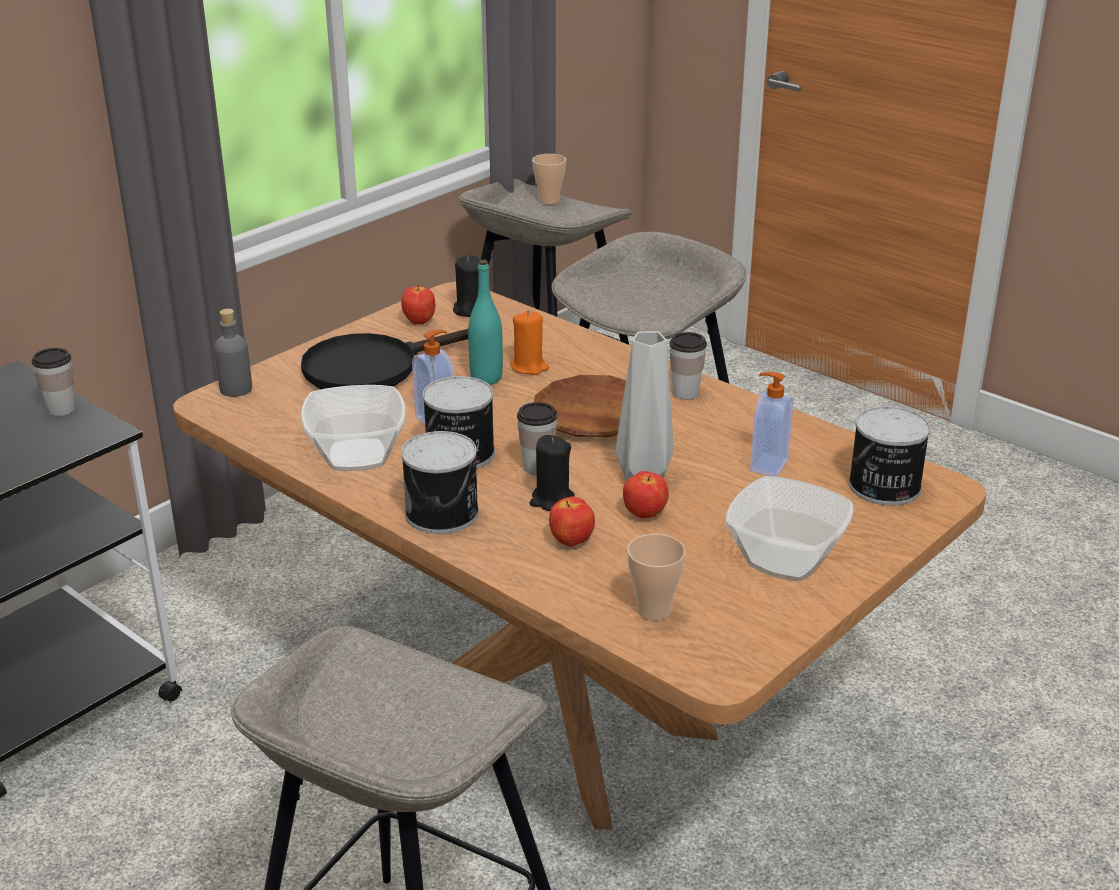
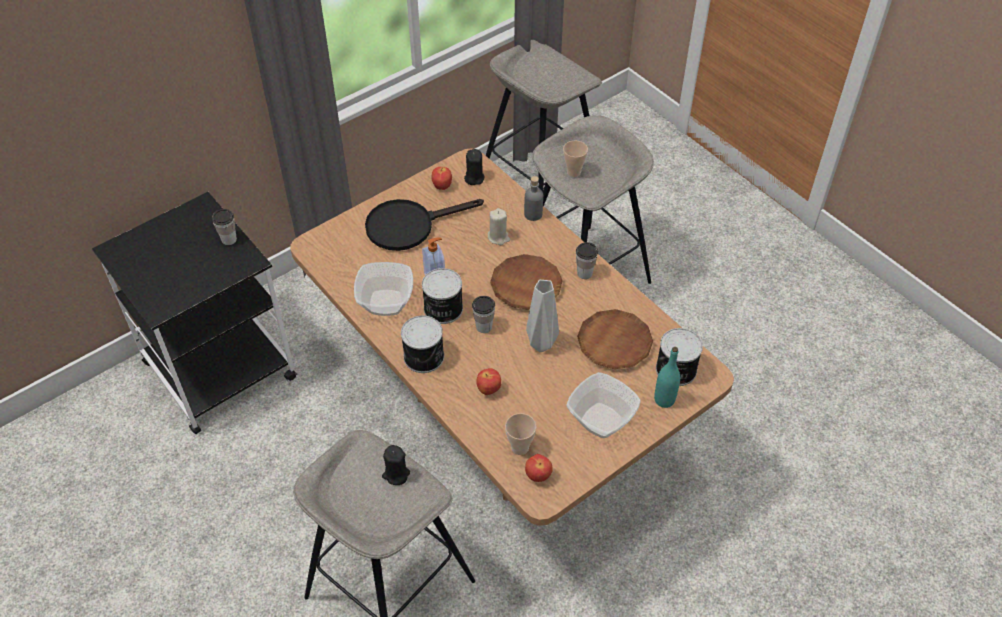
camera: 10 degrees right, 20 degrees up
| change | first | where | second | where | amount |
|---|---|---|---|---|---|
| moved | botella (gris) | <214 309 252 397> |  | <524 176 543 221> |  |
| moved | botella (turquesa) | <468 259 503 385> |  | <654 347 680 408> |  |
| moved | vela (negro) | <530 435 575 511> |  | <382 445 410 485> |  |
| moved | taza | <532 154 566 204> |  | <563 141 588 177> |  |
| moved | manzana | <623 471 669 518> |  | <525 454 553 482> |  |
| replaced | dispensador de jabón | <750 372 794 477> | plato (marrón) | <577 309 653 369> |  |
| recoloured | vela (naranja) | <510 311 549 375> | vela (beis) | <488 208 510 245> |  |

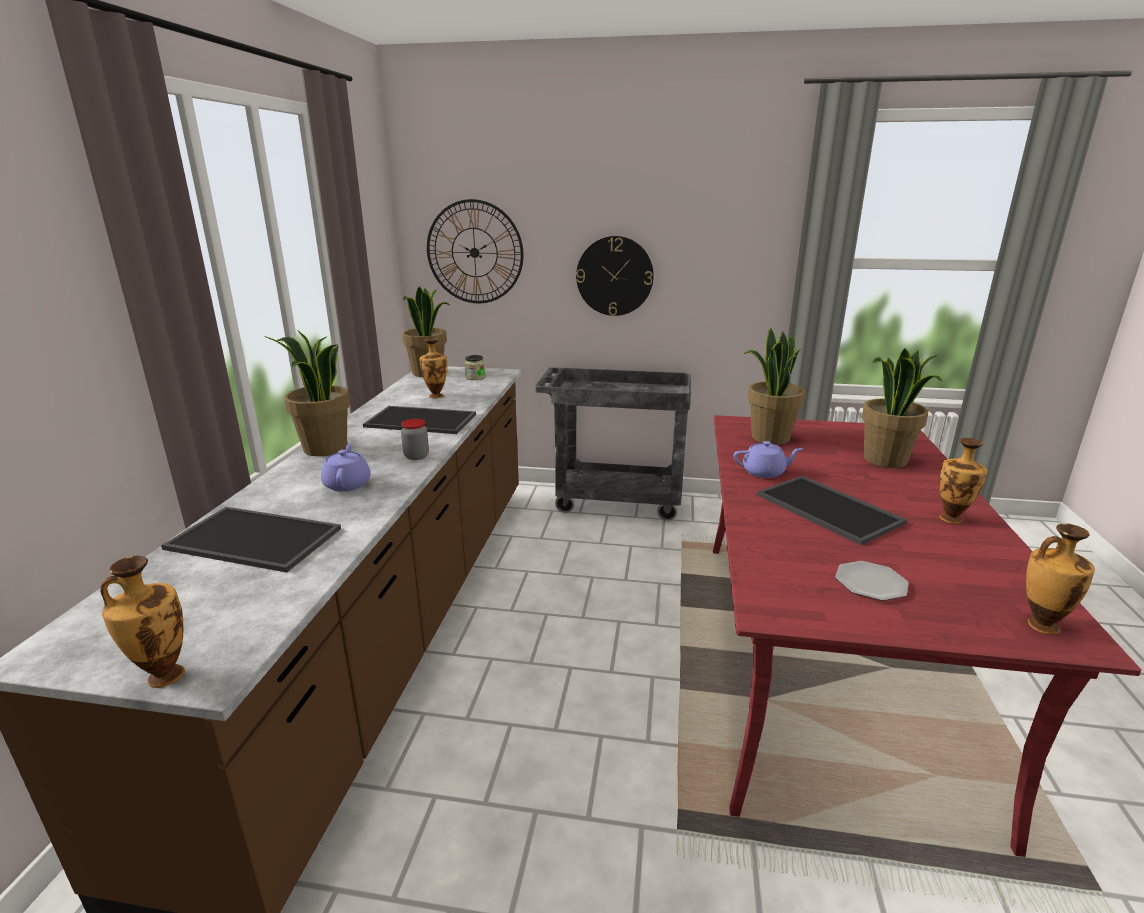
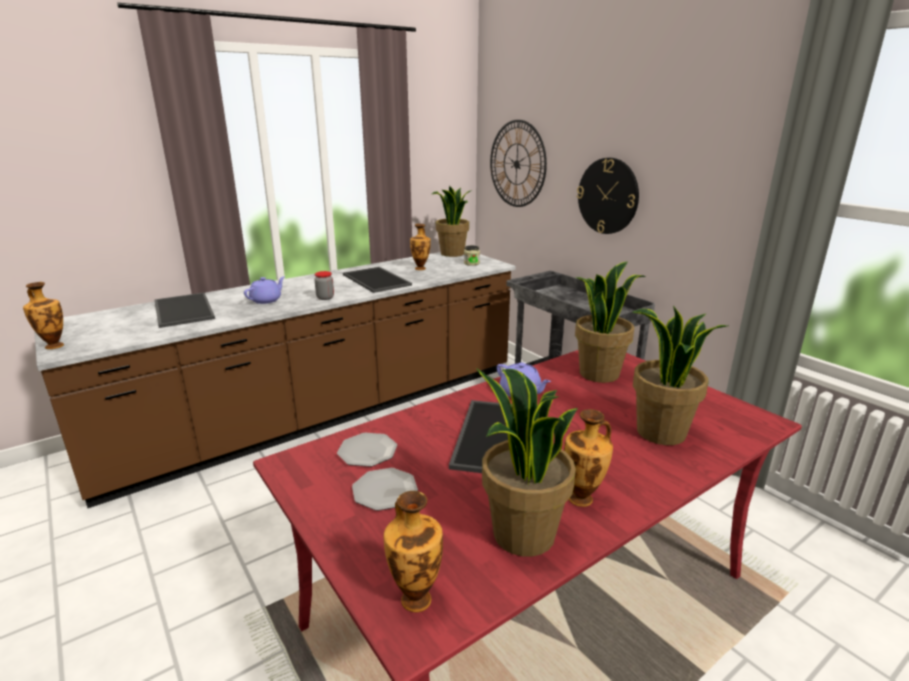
camera: 45 degrees right, 0 degrees up
| change | first | where | second | where | amount |
|---|---|---|---|---|---|
| added |  |  | plato | <337 433 397 467> |  |
| moved | planta en maceta | <264 331 350 456> |  | <476 368 578 557> |  |

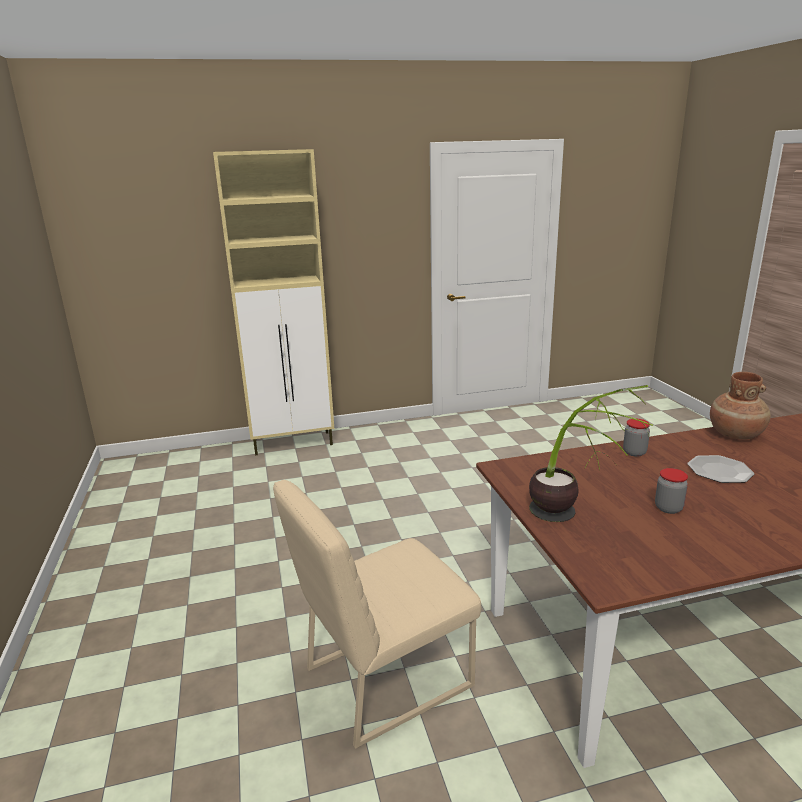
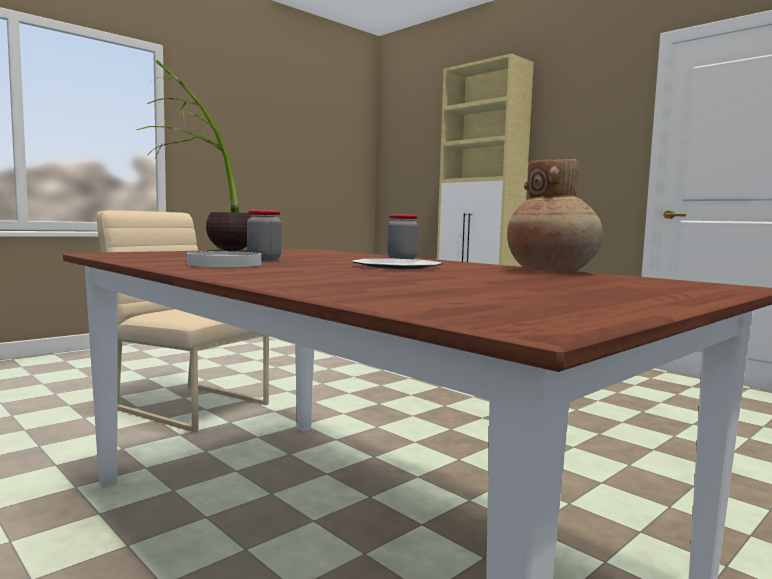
camera: 60 degrees right, 15 degrees down
| change | first | where | second | where | amount |
|---|---|---|---|---|---|
| added |  |  | plato (blanco) | <187 251 261 267> |  |

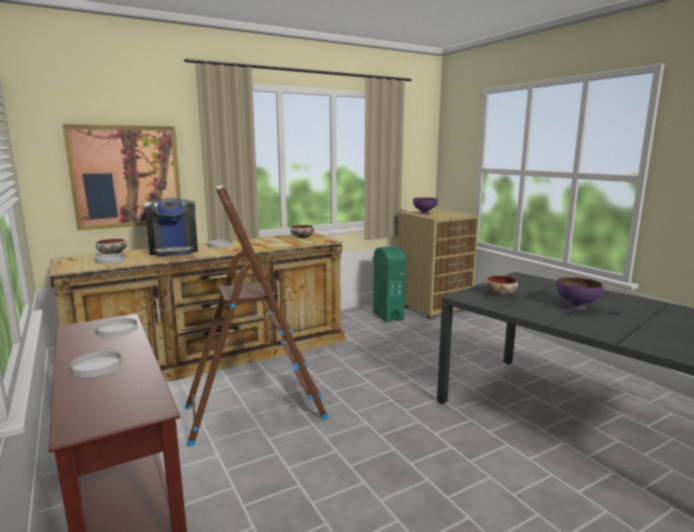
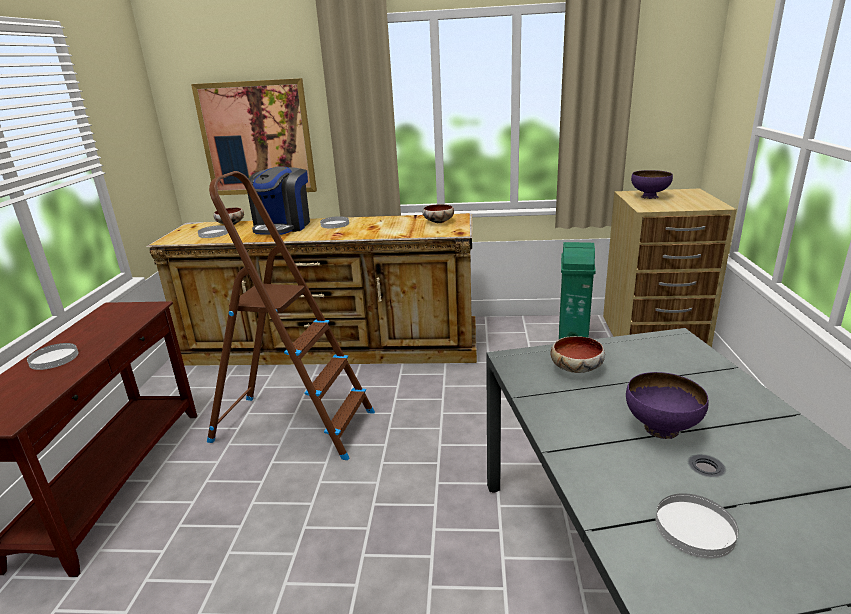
camera: 35 degrees right, 10 degrees up
| change | first | where | second | where | amount |
|---|---|---|---|---|---|
| moved | plato (blanco) | <95 318 138 338> |  | <656 493 738 559> |  |

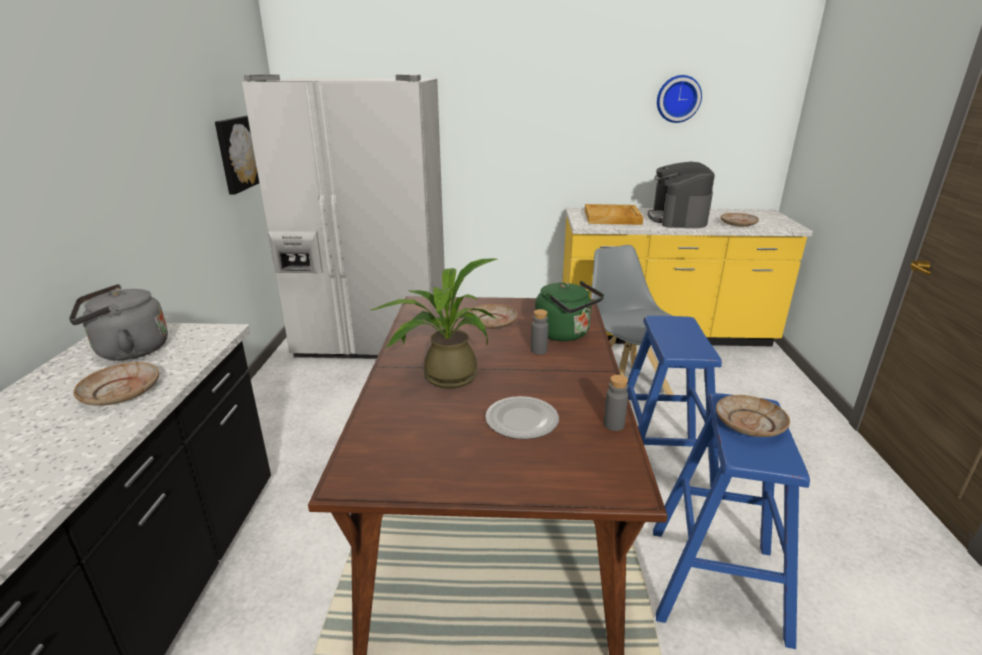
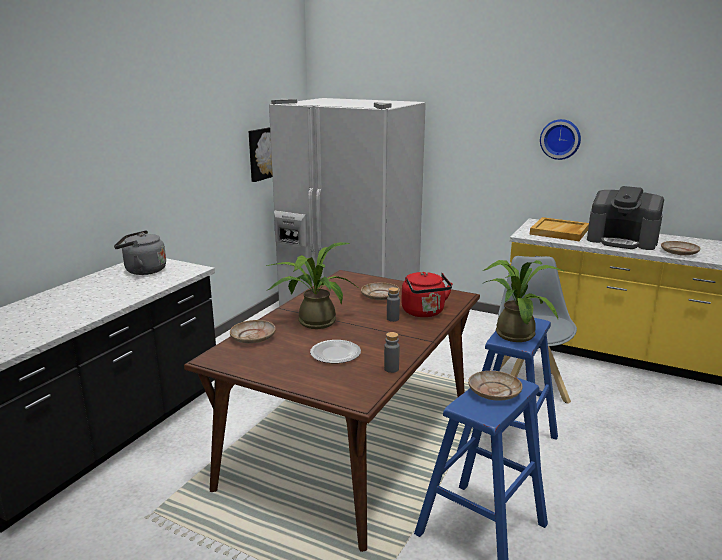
camera: 25 degrees right, 5 degrees down
| change | first | where | second | where | amount |
|---|---|---|---|---|---|
| added |  |  | planta en maceta | <482 260 565 342> |  |
| moved | plato (beis) | <73 362 159 406> |  | <230 320 276 343> |  |
| moved | reloj de pared | <657 75 702 123> |  | <540 119 581 160> |  |
| recoloured | hervidor (verde) | <535 281 604 341> | hervidor (rojo) | <401 272 453 317> |  |
| turned | cafetera | <647 162 715 228> |  | <587 186 664 250> | 90 degrees counterclockwise |

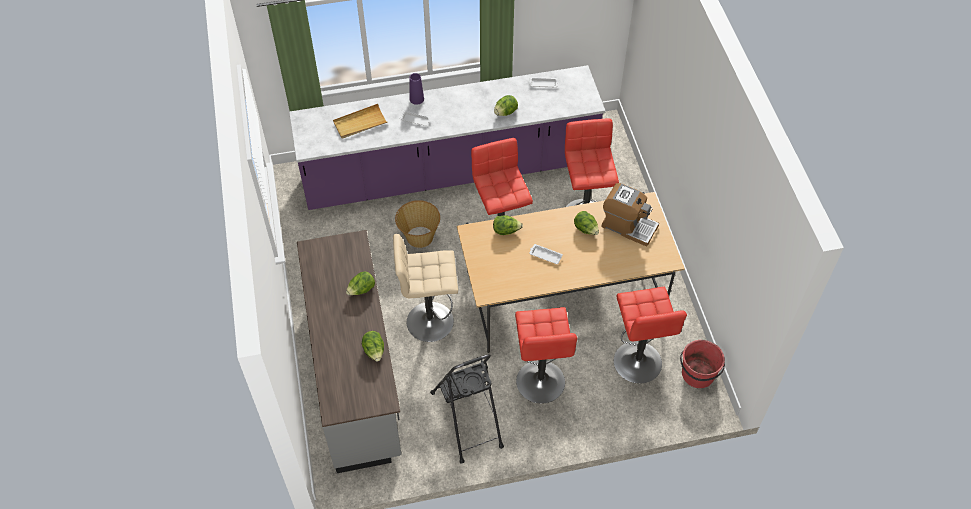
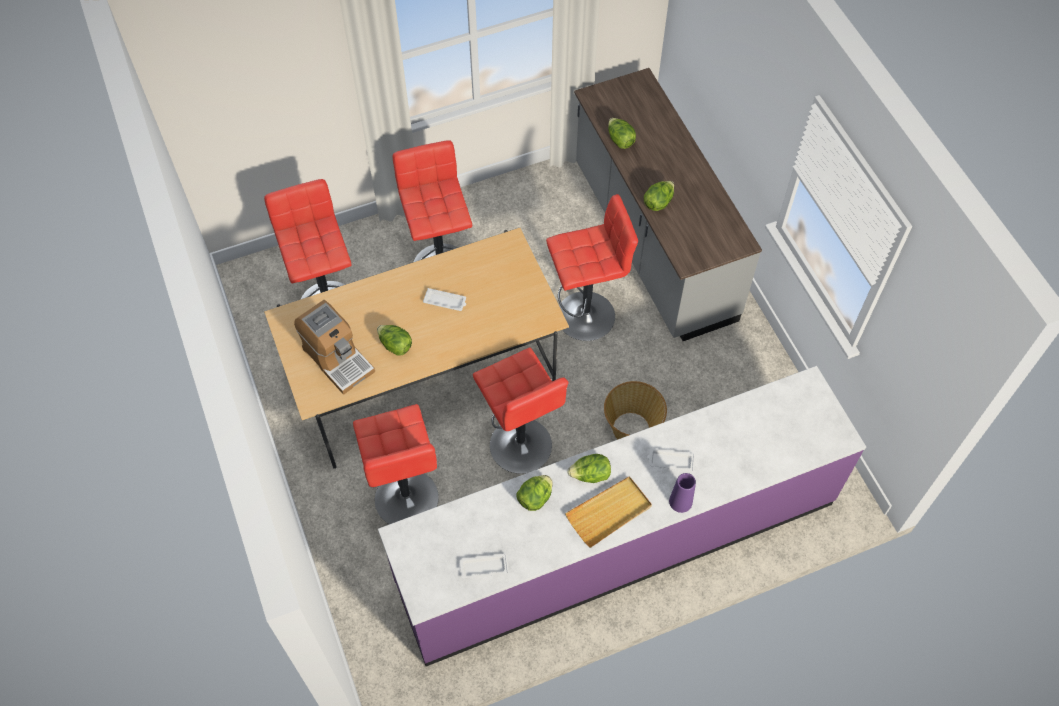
camera: 170 degrees right, 5 degrees up
| change | first | where | second | where | amount |
|---|---|---|---|---|---|
| removed | escalera de tijera | <430 354 504 463> |  |  |  |
| removed | cubo (rojo) | <680 340 725 388> |  |  |  |
| moved | bandeja (beis) | <333 104 388 139> |  | <565 476 652 548> |  |
| moved | lechuga | <493 215 523 235> |  | <567 454 611 483> |  |
| recoloured | taburete (beis) | <393 234 458 342> | taburete (rojo) | <546 194 638 341> |  |
| turned | cafetera | <601 183 659 247> |  | <294 300 375 395> | 150 degrees counterclockwise |

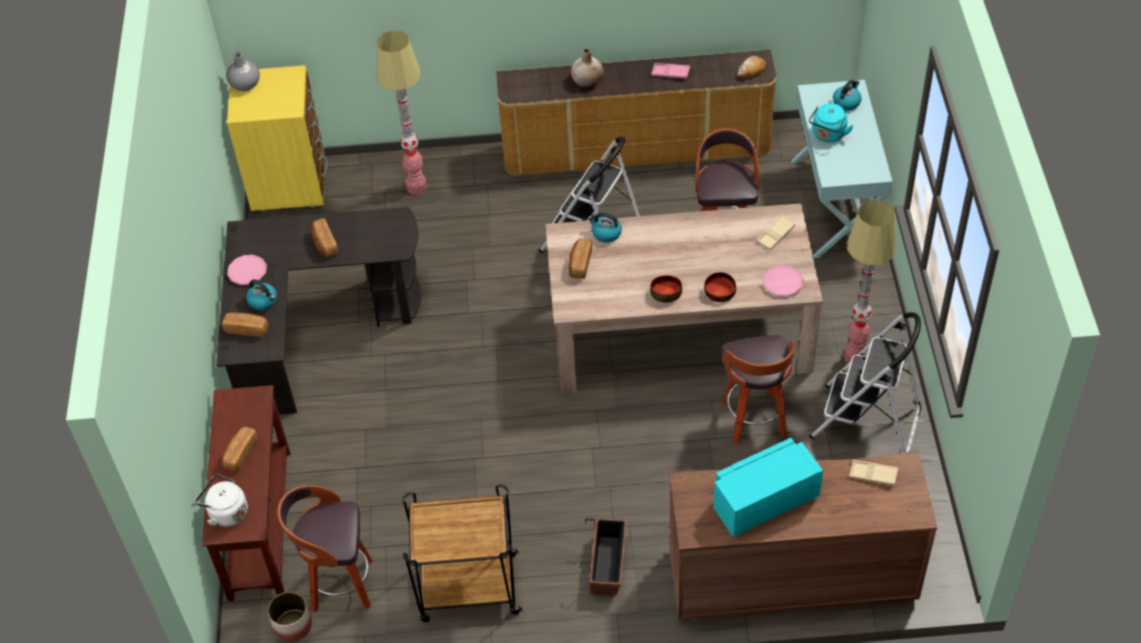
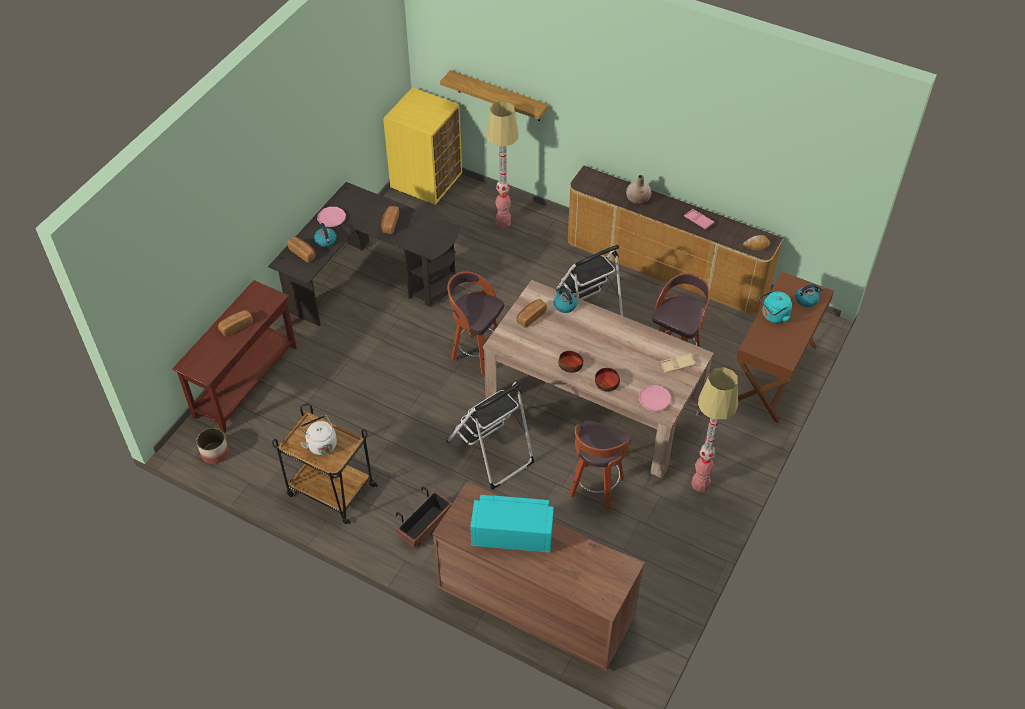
camera: 30 degrees right, 0 degrees up
| change | first | where | second | where | amount |
|---|---|---|---|---|---|
| removed | florero (gris) | <226 52 260 91> |  |  |  |
| removed | bandeja (beis) | <849 460 898 486> |  |  |  |
| added |  |  | estante | <440 70 549 121> |  |
| moved | hervidor (blanco) | <195 474 248 527> |  | <300 415 337 455> |  |
| moved | taburete | <277 485 373 612> |  | <447 272 504 375> |  |
| moved | escalera de tijera | <810 312 921 453> |  | <447 381 534 490> |  |
| recoloured | escritorio (turquesa) | <791 80 893 258> | escritorio (marrón) | <736 271 834 423> |  |

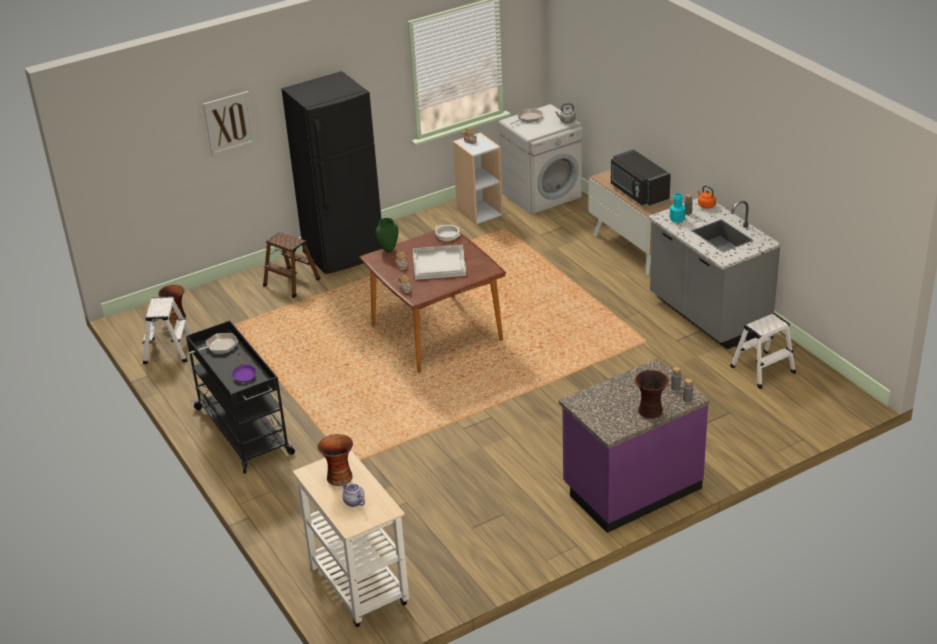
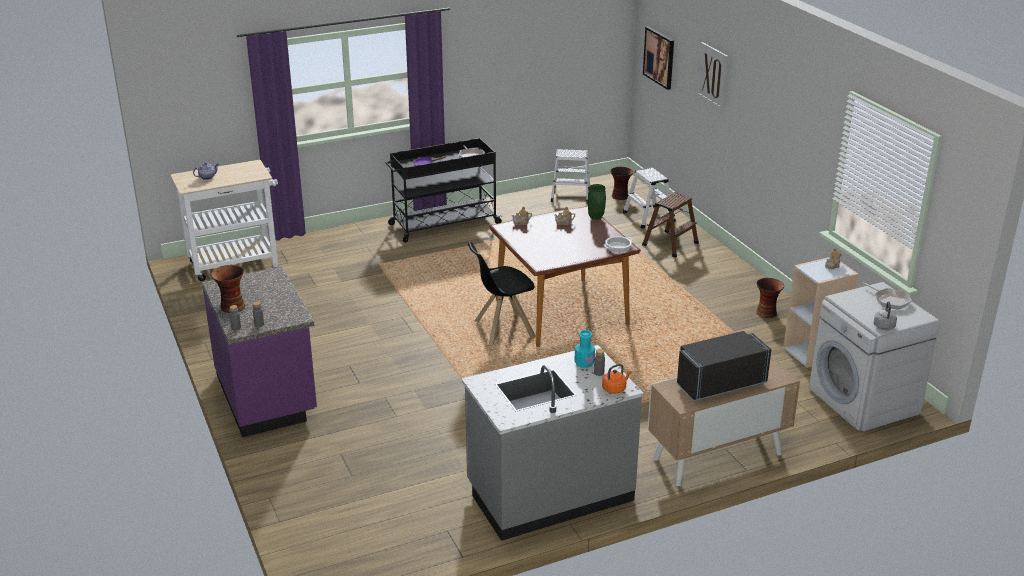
camera: 95 degrees right, 5 degrees down
| change | first | where | second | where | amount |
|---|---|---|---|---|---|
| removed | nevera (negro) | <281 71 383 274> |  |  |  |
| removed | bandeja (blanco) | <413 245 466 280> |  |  |  |
| added |  |  | silla (negro) | <468 241 536 346> |  |
| added |  |  | cuadro | <643 26 674 90> |  |
| moved | florero | <318 434 353 486> |  | <756 278 784 318> |  |
| moved | escalera de tijera (blanco) | <730 313 796 389> |  | <623 167 676 229> |  |

